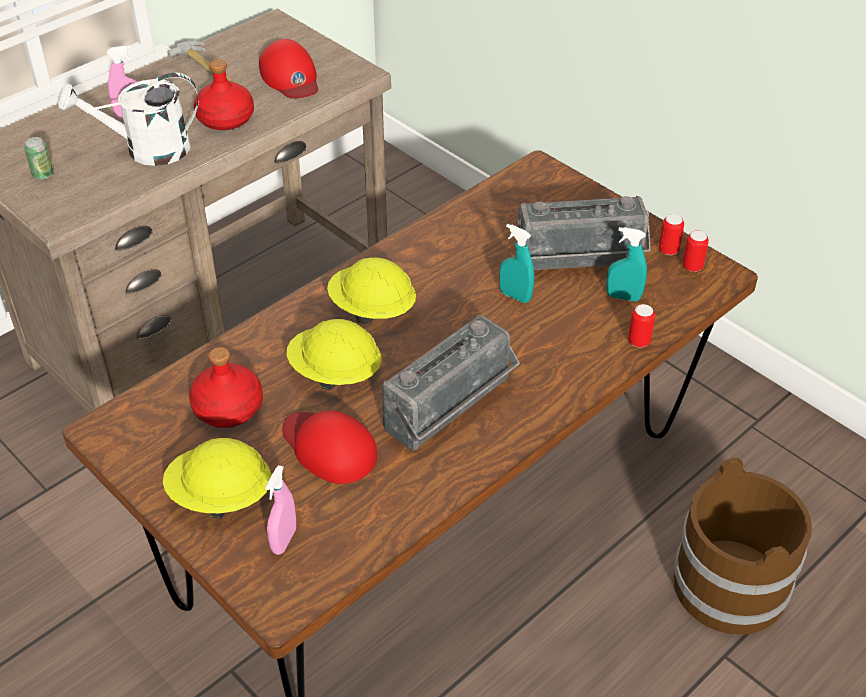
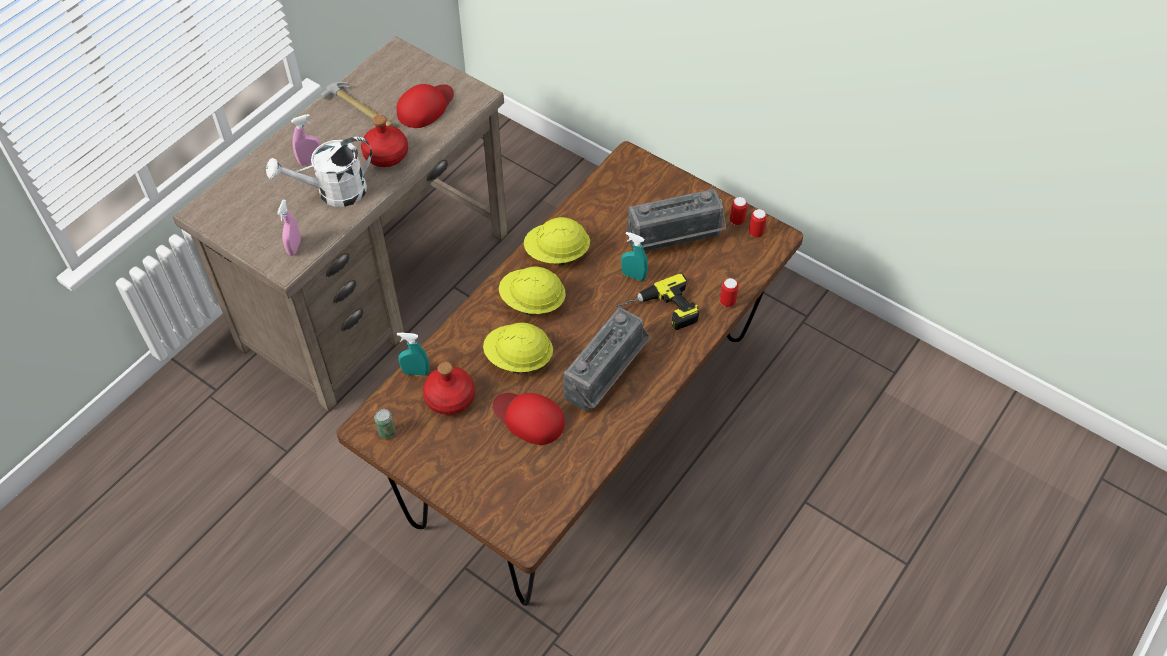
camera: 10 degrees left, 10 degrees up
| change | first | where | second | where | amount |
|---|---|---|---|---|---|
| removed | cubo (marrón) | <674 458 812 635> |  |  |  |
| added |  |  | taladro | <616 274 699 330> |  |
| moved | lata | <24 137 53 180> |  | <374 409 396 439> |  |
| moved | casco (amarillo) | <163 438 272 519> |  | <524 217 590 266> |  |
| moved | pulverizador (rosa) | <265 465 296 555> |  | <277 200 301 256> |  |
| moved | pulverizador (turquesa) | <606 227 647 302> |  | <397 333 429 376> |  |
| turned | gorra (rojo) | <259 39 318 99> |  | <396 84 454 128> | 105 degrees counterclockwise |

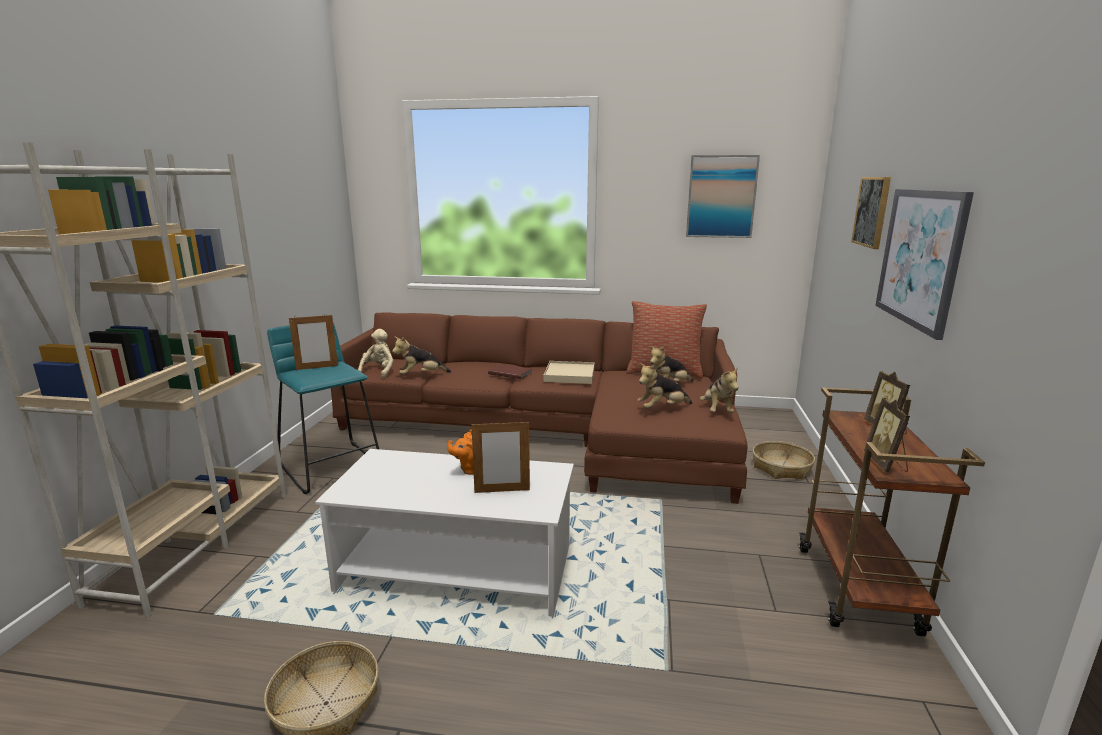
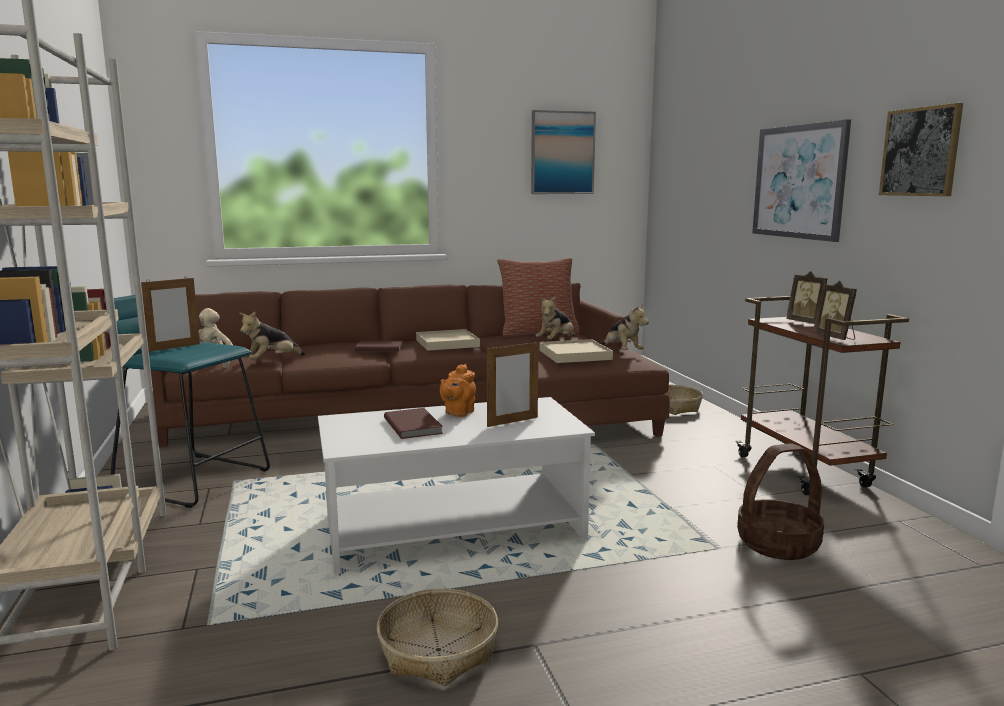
camera: 25 degrees left, 5 degrees down
| change | first | where | second | where | amount |
|---|---|---|---|---|---|
| added |  |  | libro (marrón) | <384 408 443 439> |  |
| added |  |  | cesta | <737 443 824 560> |  |
| moved | cuadro | <851 177 891 249> |  | <879 103 963 196> |  |
| replaced | peluche | <638 363 692 408> | bandeja (beis) | <539 339 613 363> |  |

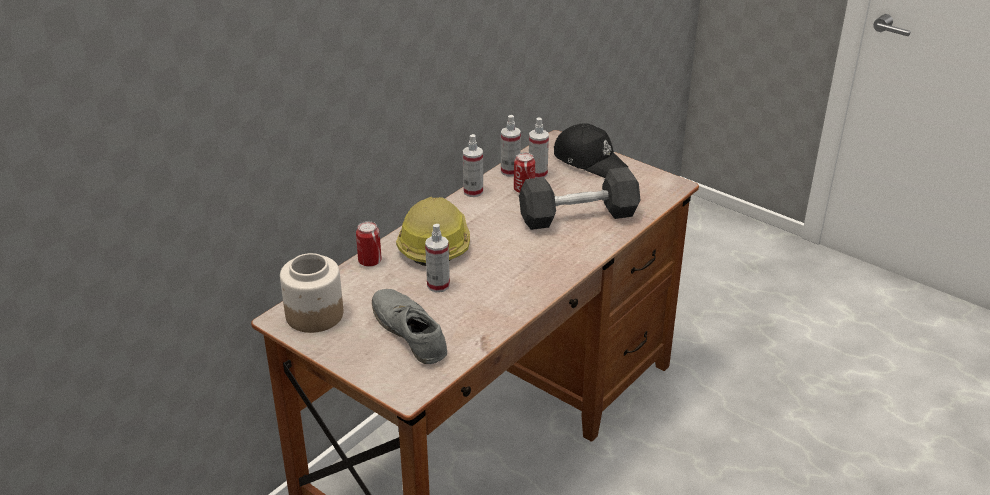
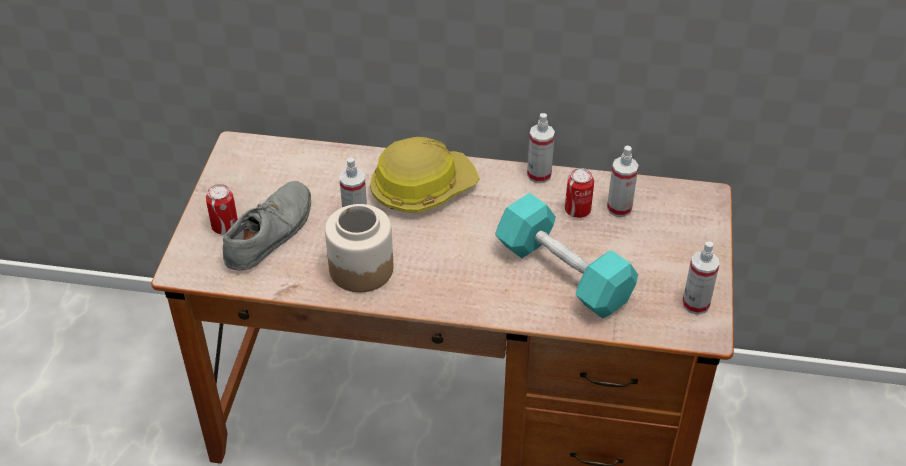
camera: 60 degrees right, 10 degrees up
| change | first | where | second | where | amount |
|---|---|---|---|---|---|
| removed | gorra (negro) | <554 123 628 178> |  |  |  |
| moved | tarro | <280 253 343 333> |  | <325 204 393 292> |  |
| moved | lata | <356 221 382 267> |  | <206 184 238 234> |  |
| moved | pulverizador | <501 115 521 177> |  | <682 241 720 315> |  |
| recoloured | mancuerna (negro) | <519 167 640 230> | mancuerna (turquesa) | <495 193 638 319> |  |

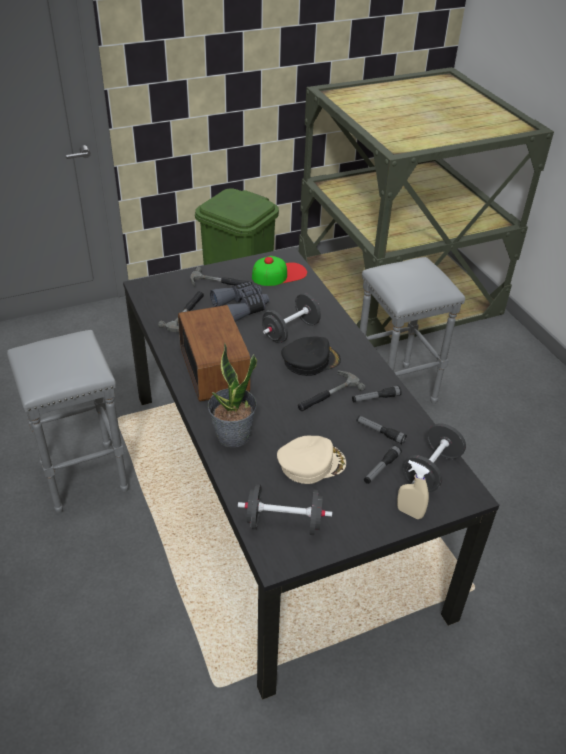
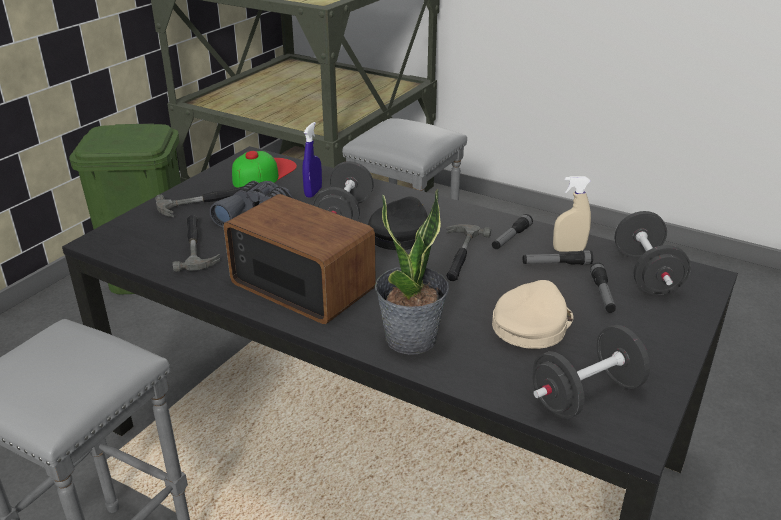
camera: 35 degrees left, 10 degrees down
| change | first | where | second | where | amount |
|---|---|---|---|---|---|
| added |  |  | pulverizador (azul) | <302 122 322 198> |  |
| moved | pulverizador (beis) | <397 460 430 519> |  | <553 176 591 252> |  |

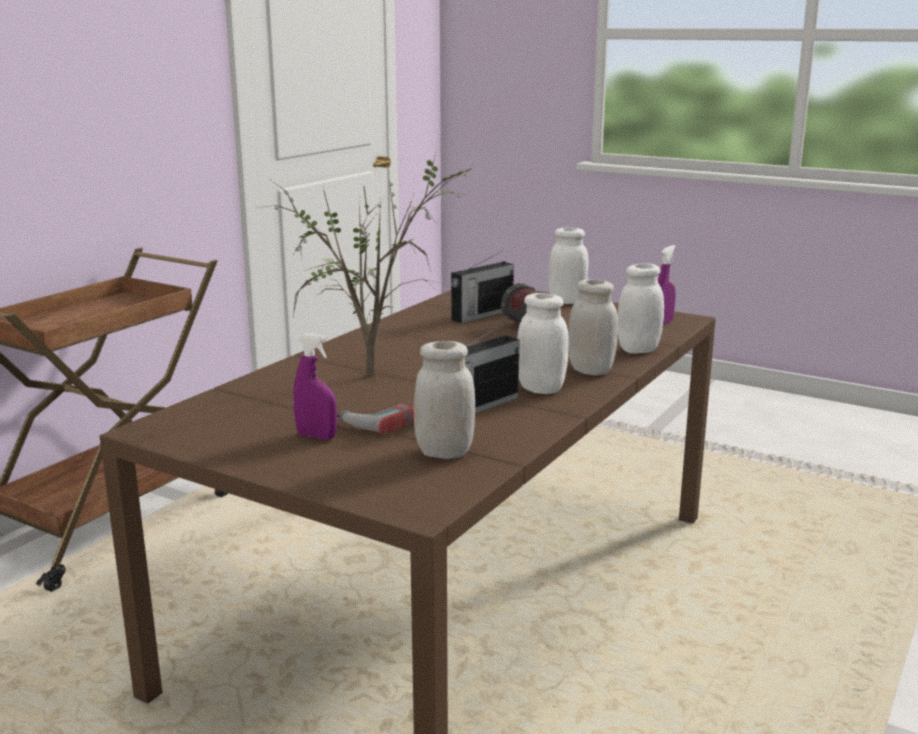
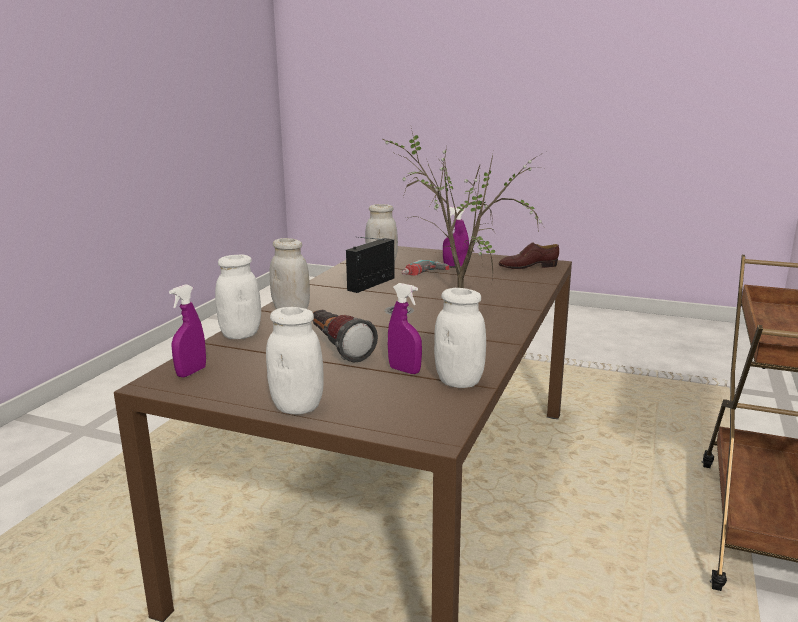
camera: 170 degrees right, 0 degrees up
| change | first | where | second | where | amount |
|---|---|---|---|---|---|
| added |  |  | zapato (marrón) | <498 242 559 269> |  |
| moved | tarro (blanco) | <517 293 569 394> |  | <434 288 486 388> |  |
| replaced | radio | <451 251 514 323> | pulverizador (morado) | <387 283 422 374> |  |

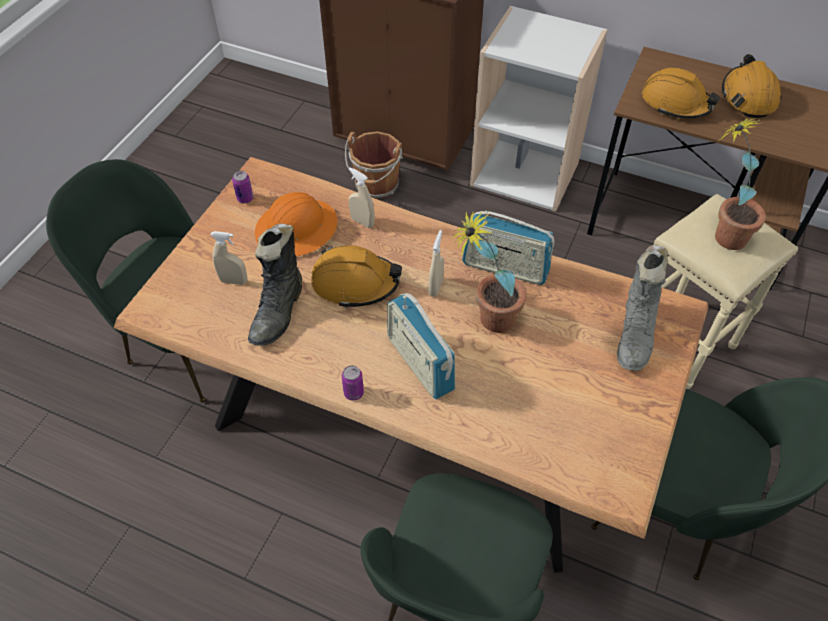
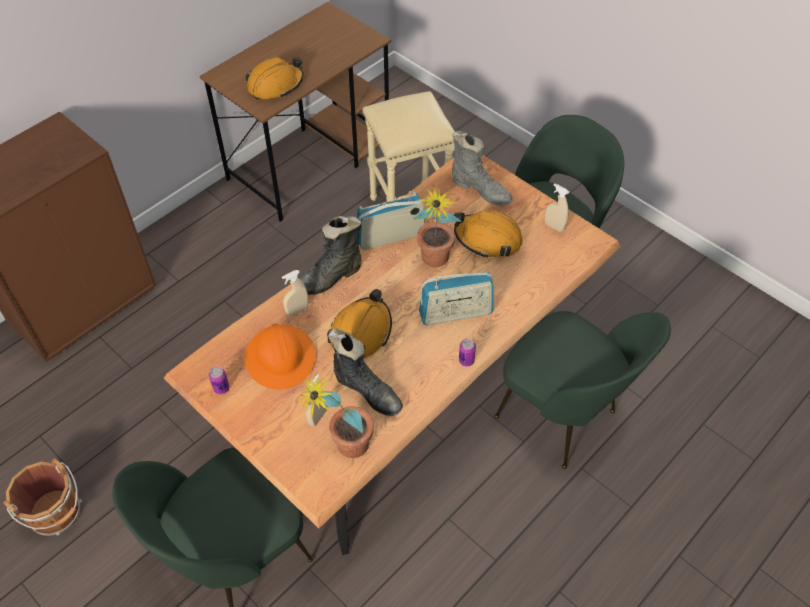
camera: 70 degrees left, 0 degrees up
| change | first | where | second | where | amount |
|---|---|---|---|---|---|
| removed | estantería (blanco) | <470 6 608 211> |  |  |  |
| added |  |  | bota (negro) | <299 216 361 295> |  |
| moved | cubo (marrón) | <345 131 403 199> |  | <3 458 82 536> |  |
| moved | pulverizador (beis) | <428 230 444 297> |  | <545 183 569 232> |  |
| moved | planta en maceta | <715 117 766 250> |  | <298 375 374 458> |  |
| moved | casco (naranja) | <722 54 782 118> |  | <454 210 523 258> |  |
| turned | radio | <462 211 555 285> |  | <357 191 425 250> | 150 degrees counterclockwise |

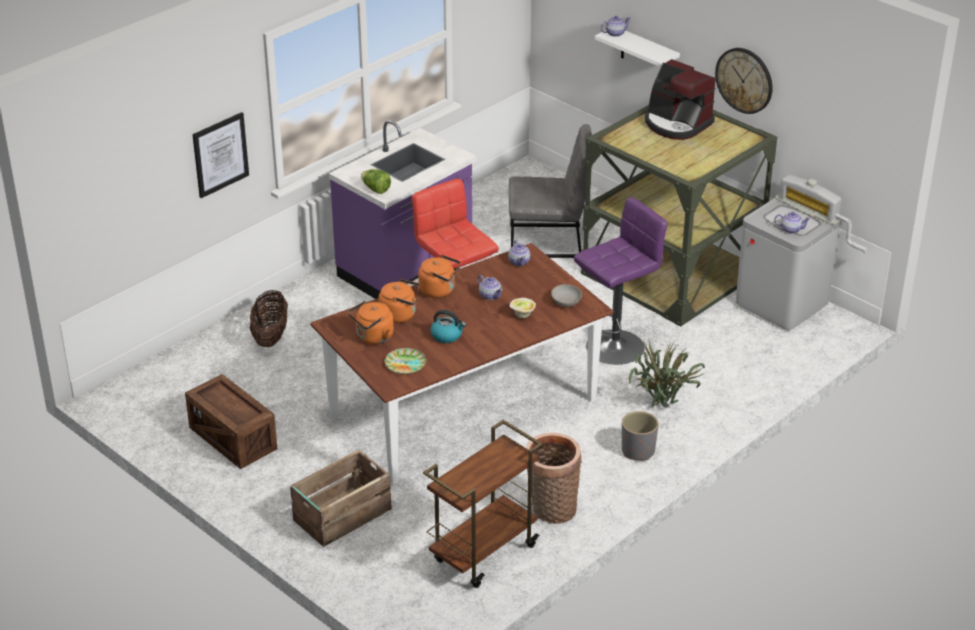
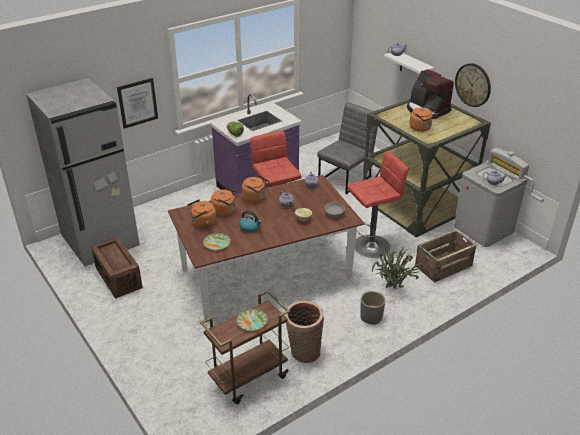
camera: 10 degrees right, 0 degrees up
| change | first | where | second | where | amount |
|---|---|---|---|---|---|
| removed | cesta | <249 290 288 347> |  |  |  |
| added |  |  | nevera (gris) | <26 78 140 267> |  |
| added |  |  | plato | <236 308 268 331> |  |
| added |  |  | hervidor (naranja) | <409 107 438 132> |  |
| moved | caja de embalaje | <290 449 392 547> |  | <415 230 476 283> |  |
| recoloured | taburete (morado) | <574 197 667 365> | taburete (rojo) | <347 151 409 258> |  |
| turned | silla (gris) | <509 124 592 258> |  | <317 102 378 194> | 60 degrees counterclockwise |

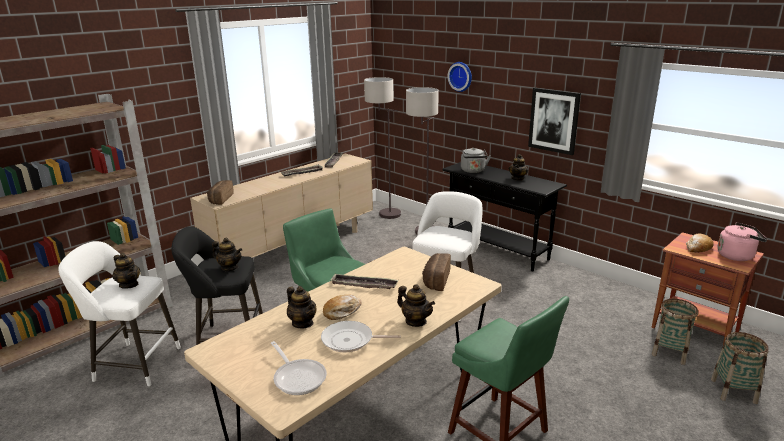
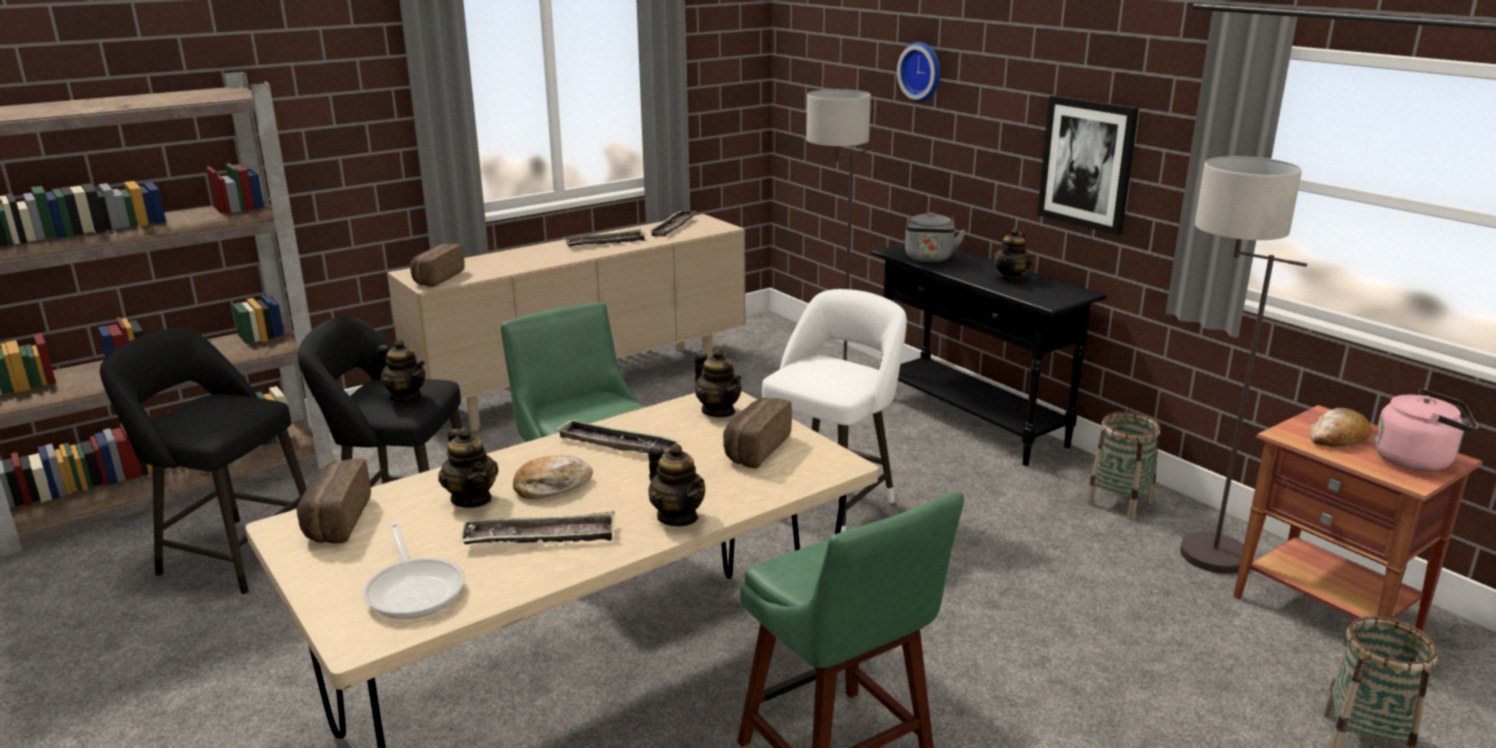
camera: 10 degrees right, 0 degrees up
| change | first | where | second | where | amount |
|---|---|---|---|---|---|
| added |  |  | pan | <296 458 371 544> |  |
| moved | tetera | <112 253 140 289> |  | <695 349 742 417> |  |
| moved | lámpara de pie (gris) | <364 77 401 219> |  | <1180 156 1307 574> |  |
| moved | cesta | <652 299 698 365> |  | <1086 412 1160 520> |  |
| replaced | sartén | <321 321 401 353> | bandeja | <460 511 615 545> |  |
| recoloured | taburete (blanco) | <58 241 181 387> | taburete (negro) | <100 328 307 595> |  |

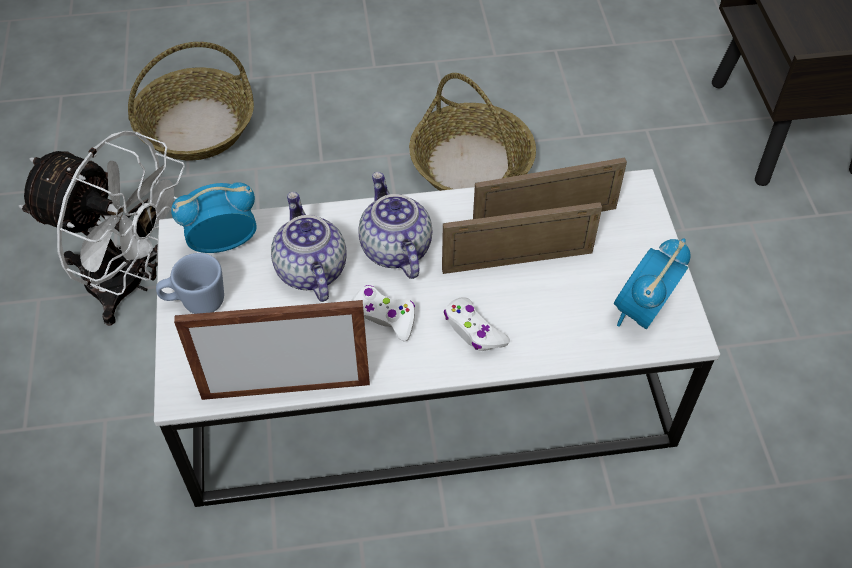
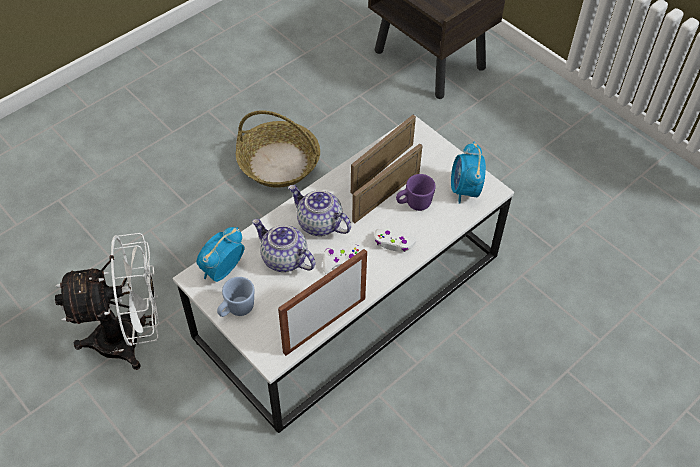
camera: 35 degrees left, 0 degrees up
| change | first | where | second | where | amount |
|---|---|---|---|---|---|
| removed | cesta | <128 42 254 160> |  |  |  |
| added |  |  | taza grande (morado) | <396 174 436 211> |  |

